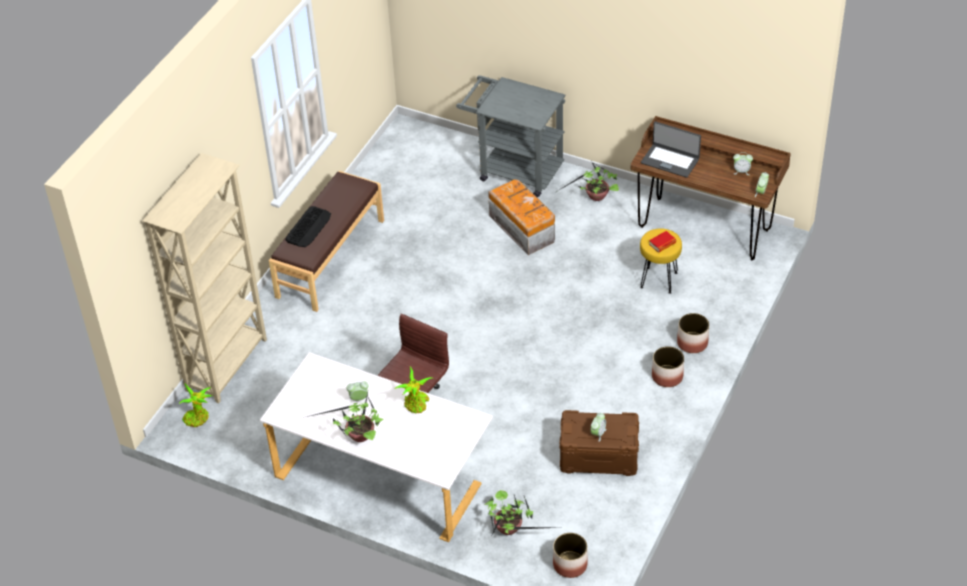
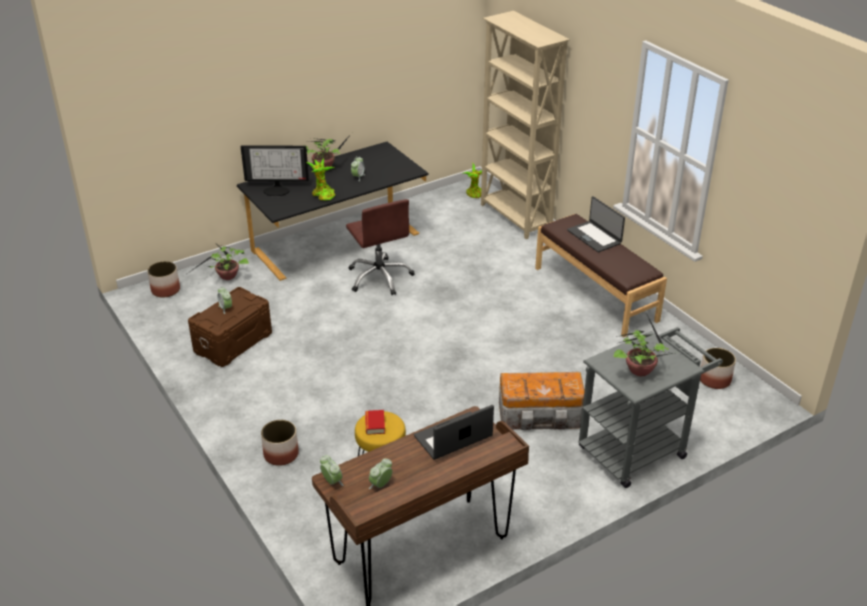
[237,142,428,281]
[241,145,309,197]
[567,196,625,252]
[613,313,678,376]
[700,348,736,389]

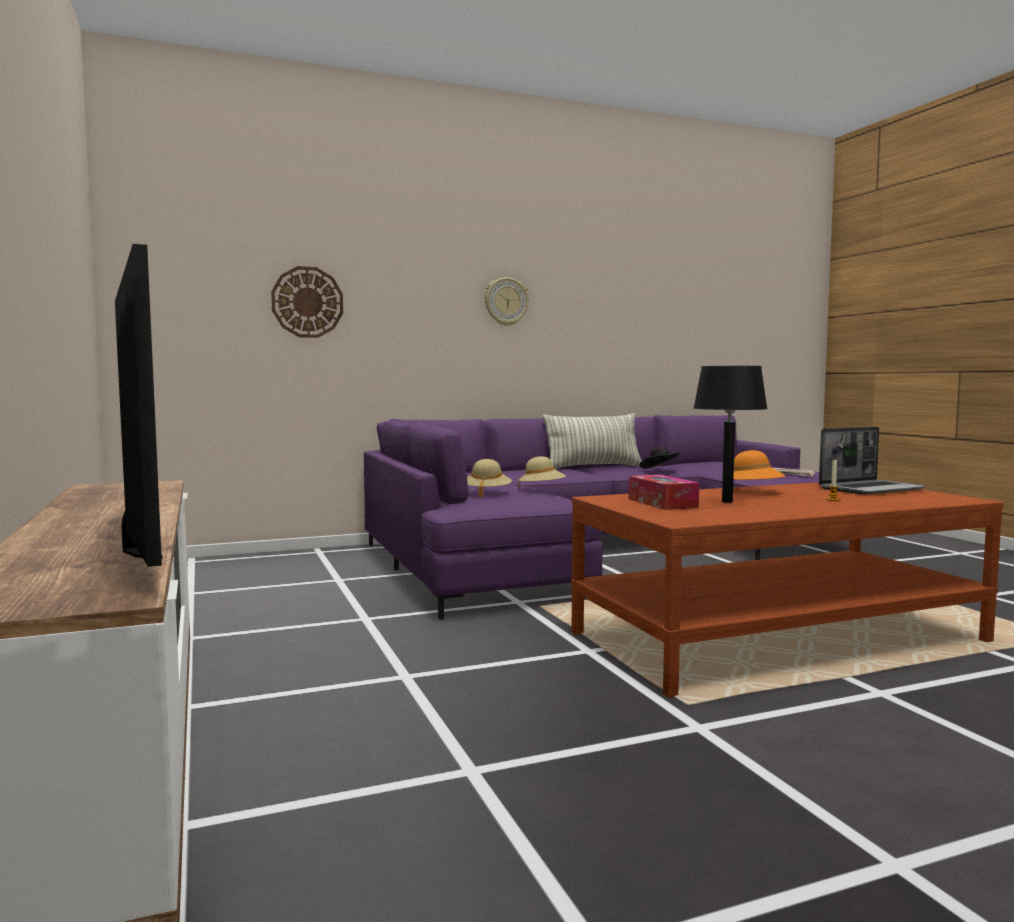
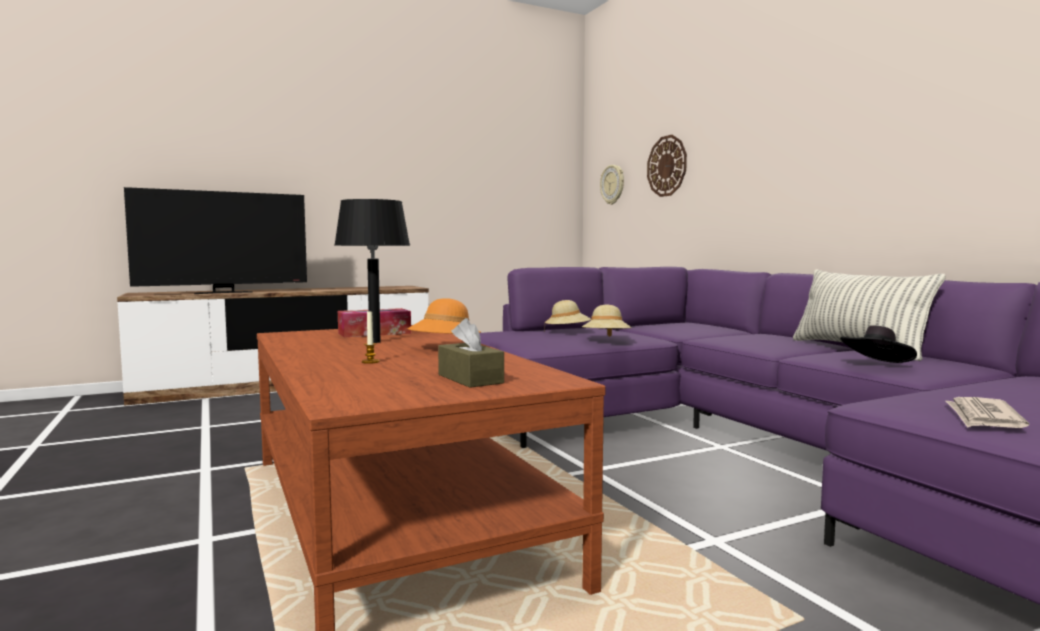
[438,318,504,388]
[600,165,624,205]

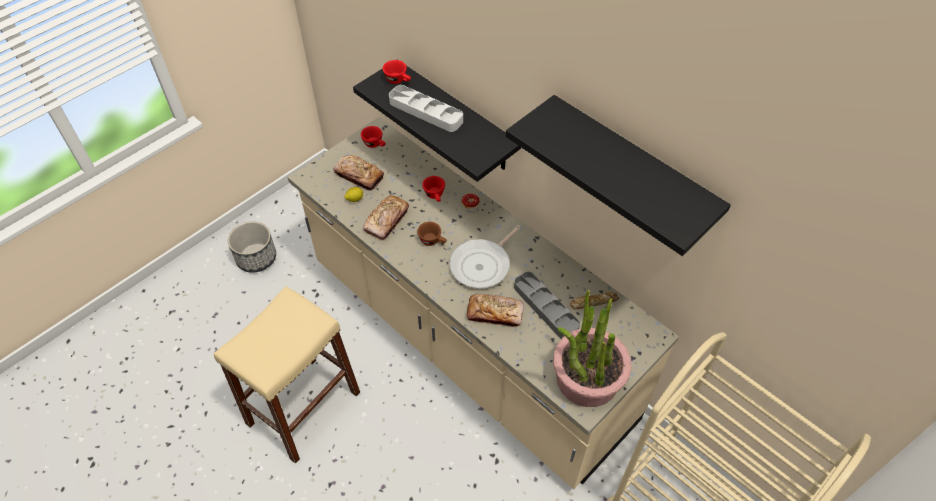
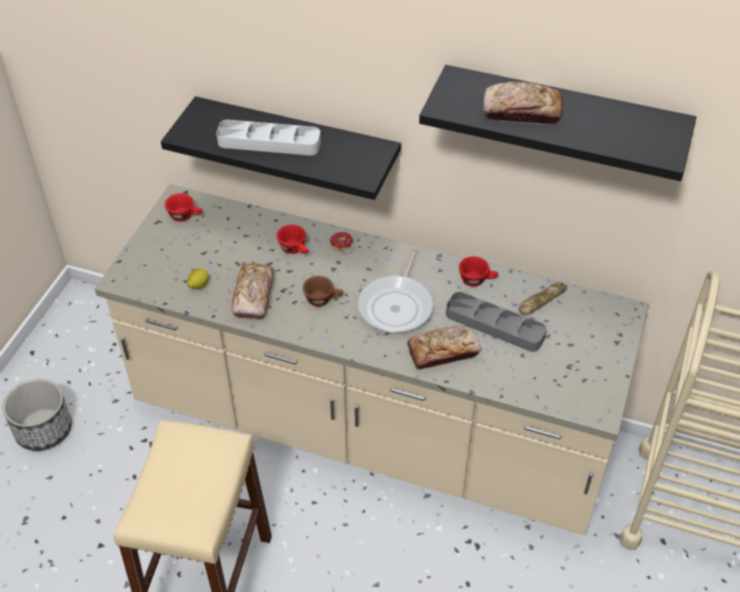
[459,256,498,287]
[483,82,563,125]
[553,290,632,407] (first image)

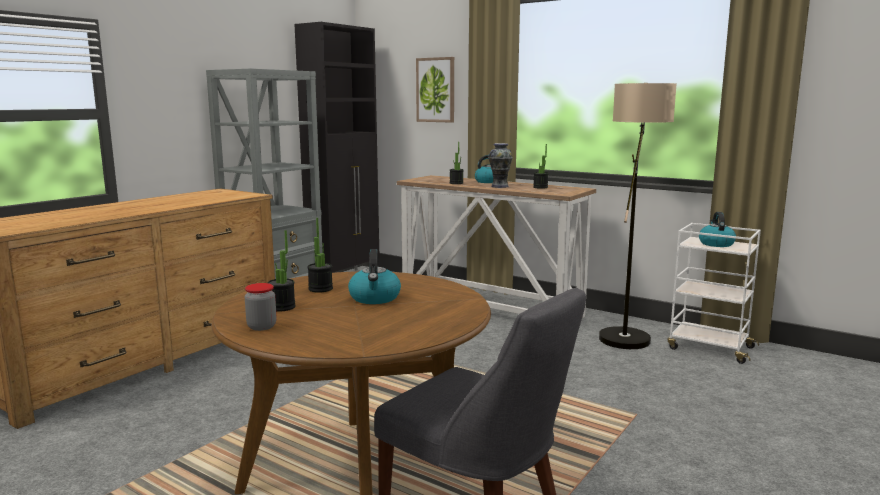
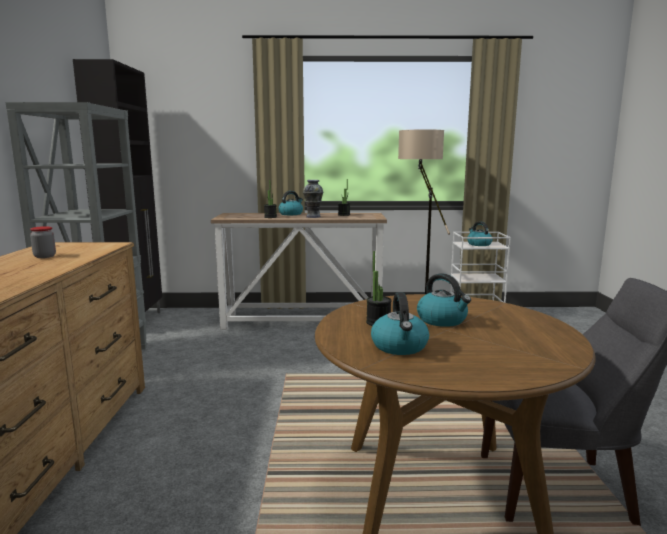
[30,226,56,258]
[371,293,429,355]
[416,57,454,123] (first image)

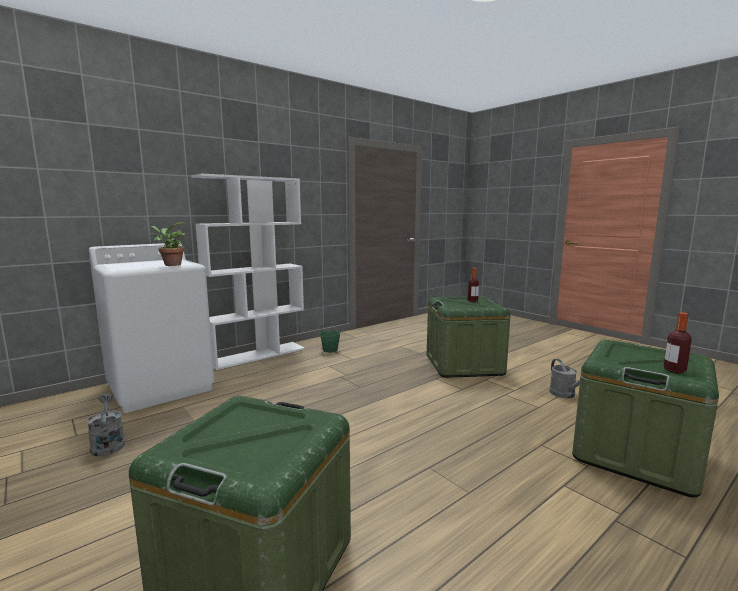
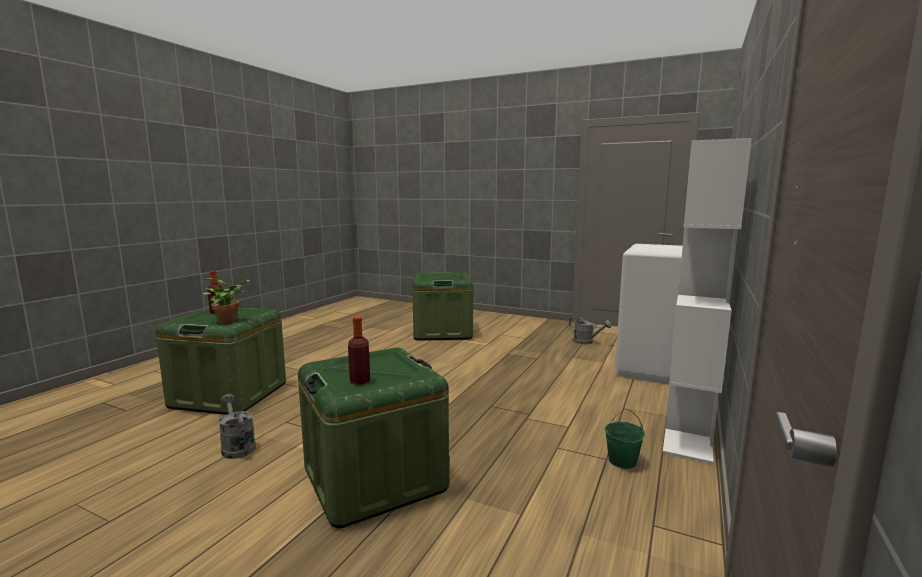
[203,278,250,324]

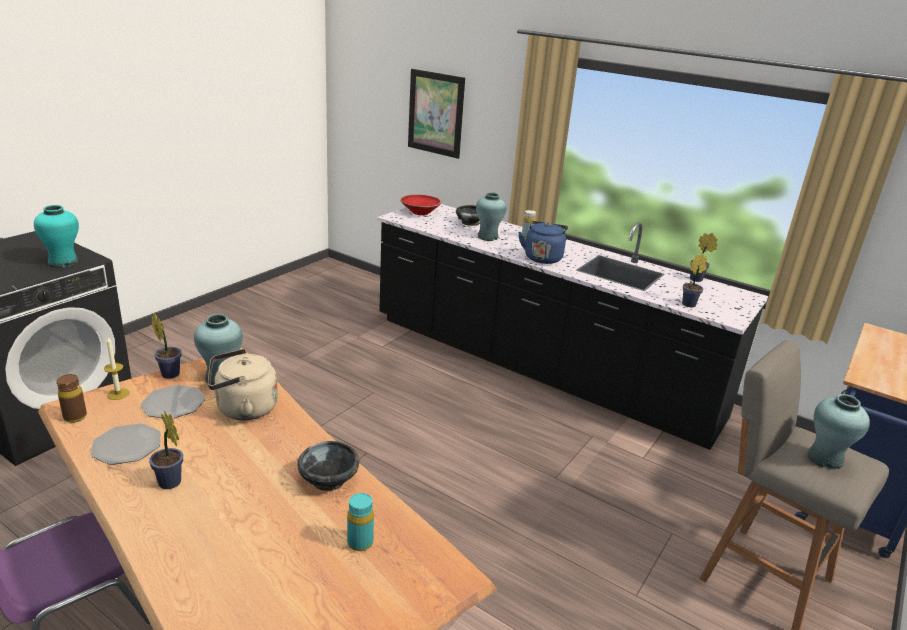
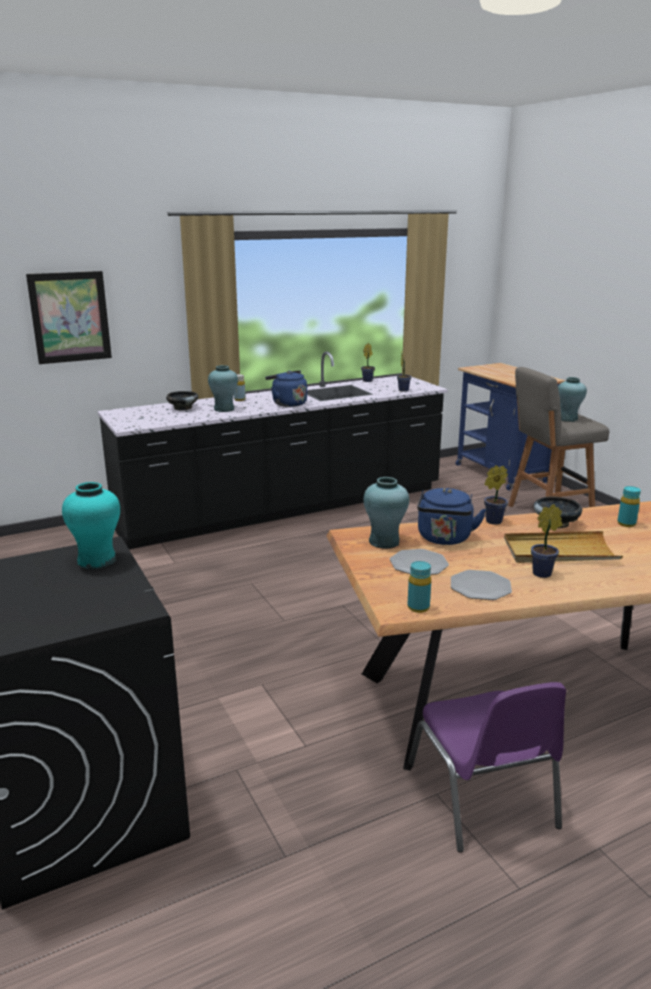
[408,561,431,613]
[417,488,486,545]
[484,465,508,525]
[504,531,623,563]
[104,337,130,400] (first image)
[400,195,442,215] (first image)

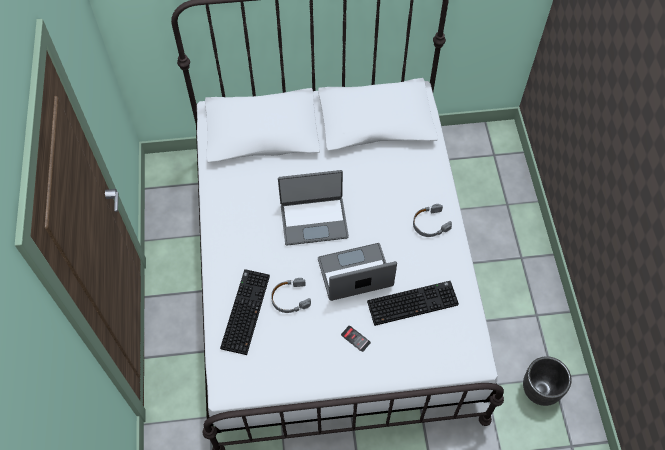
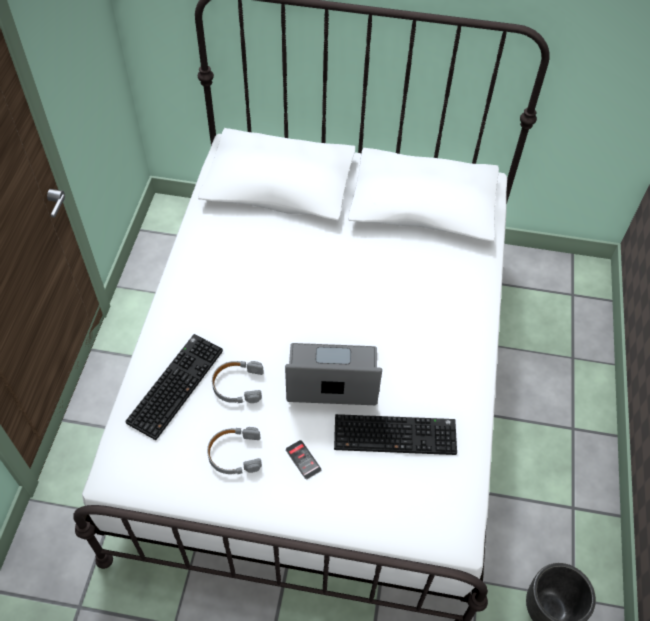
[207,427,262,474]
[278,170,349,246] (first image)

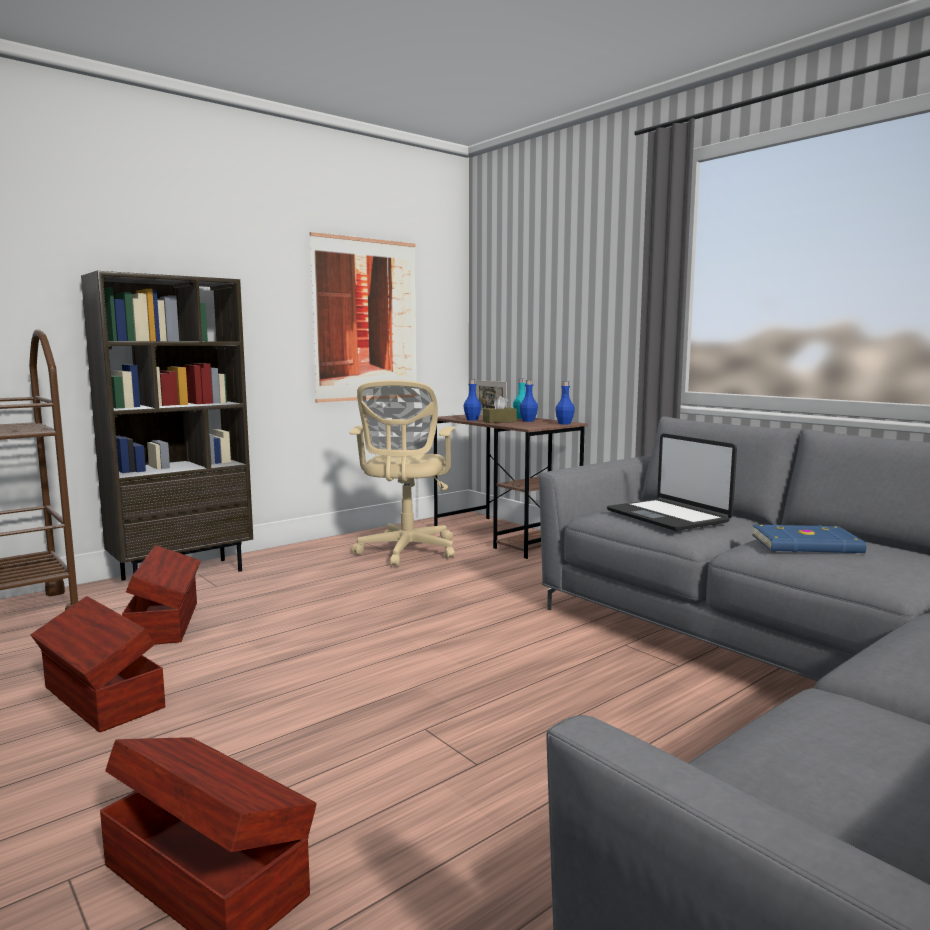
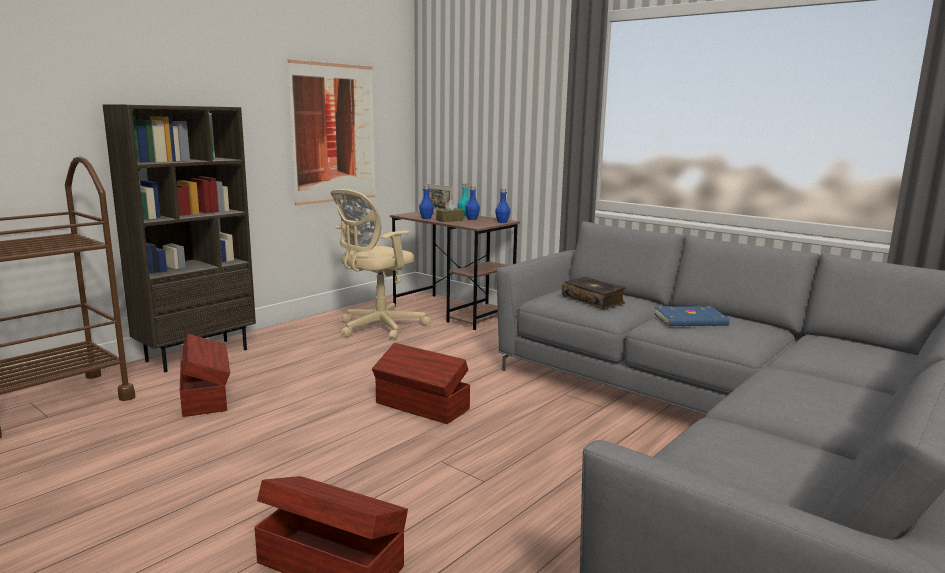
[331,189,431,340]
[372,343,470,424]
[562,277,626,309]

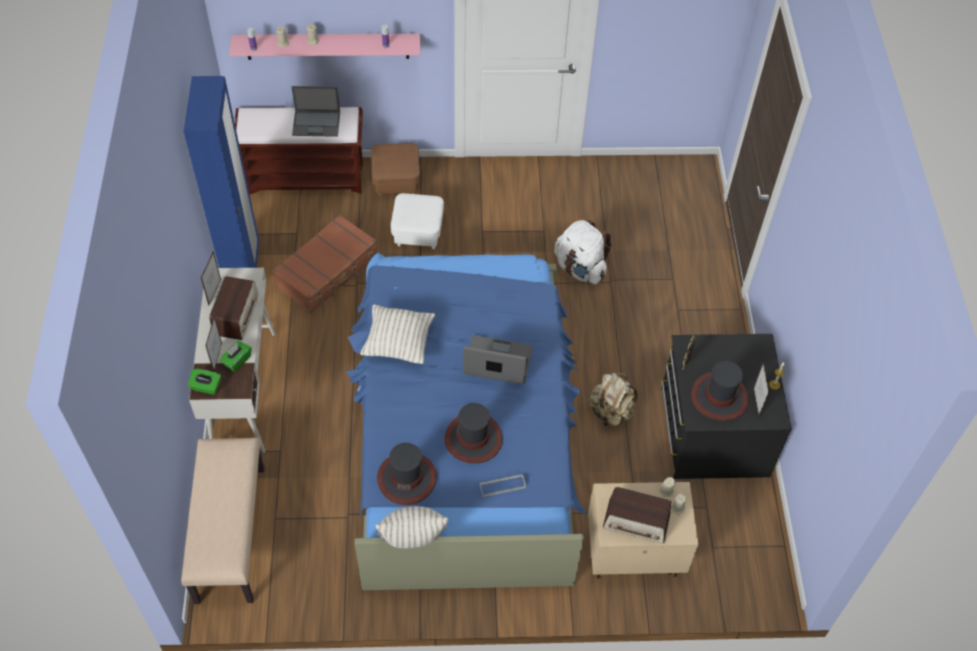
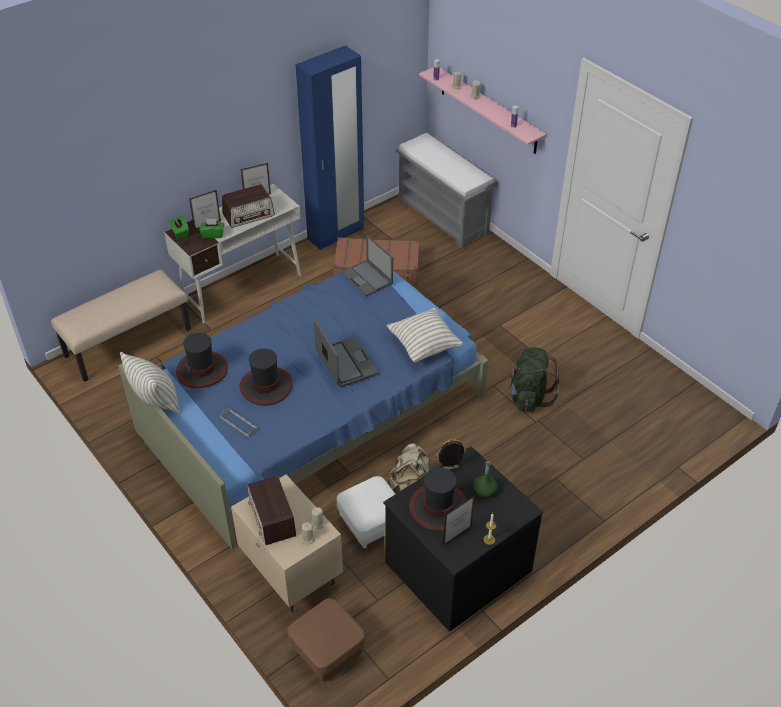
[287,598,365,682]
[337,476,395,548]
[341,235,393,296]
[387,308,463,362]
[396,133,497,249]
[473,461,498,498]
[506,347,559,412]

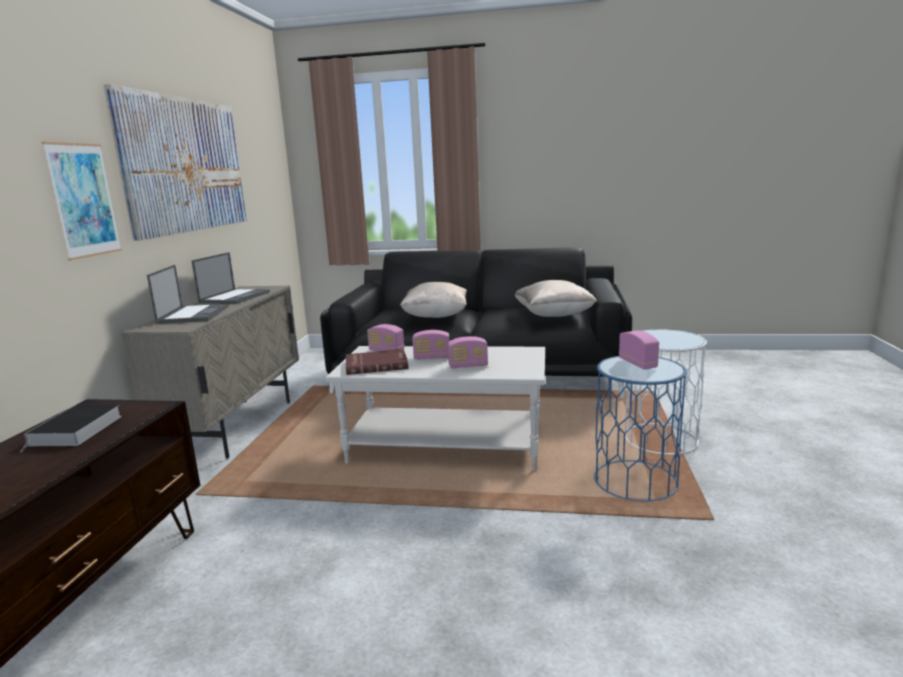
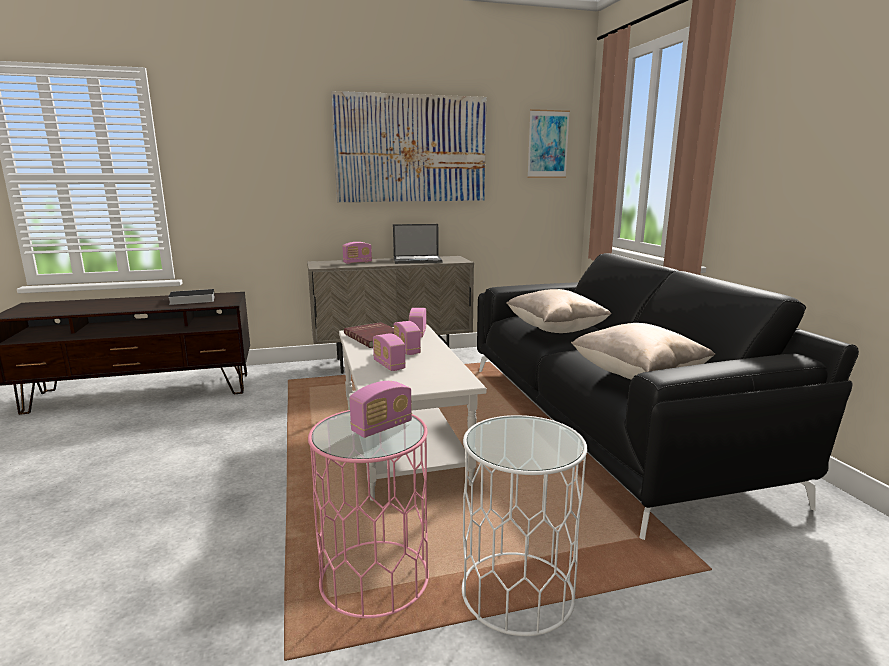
[308,410,429,618]
[342,242,372,264]
[527,109,570,178]

